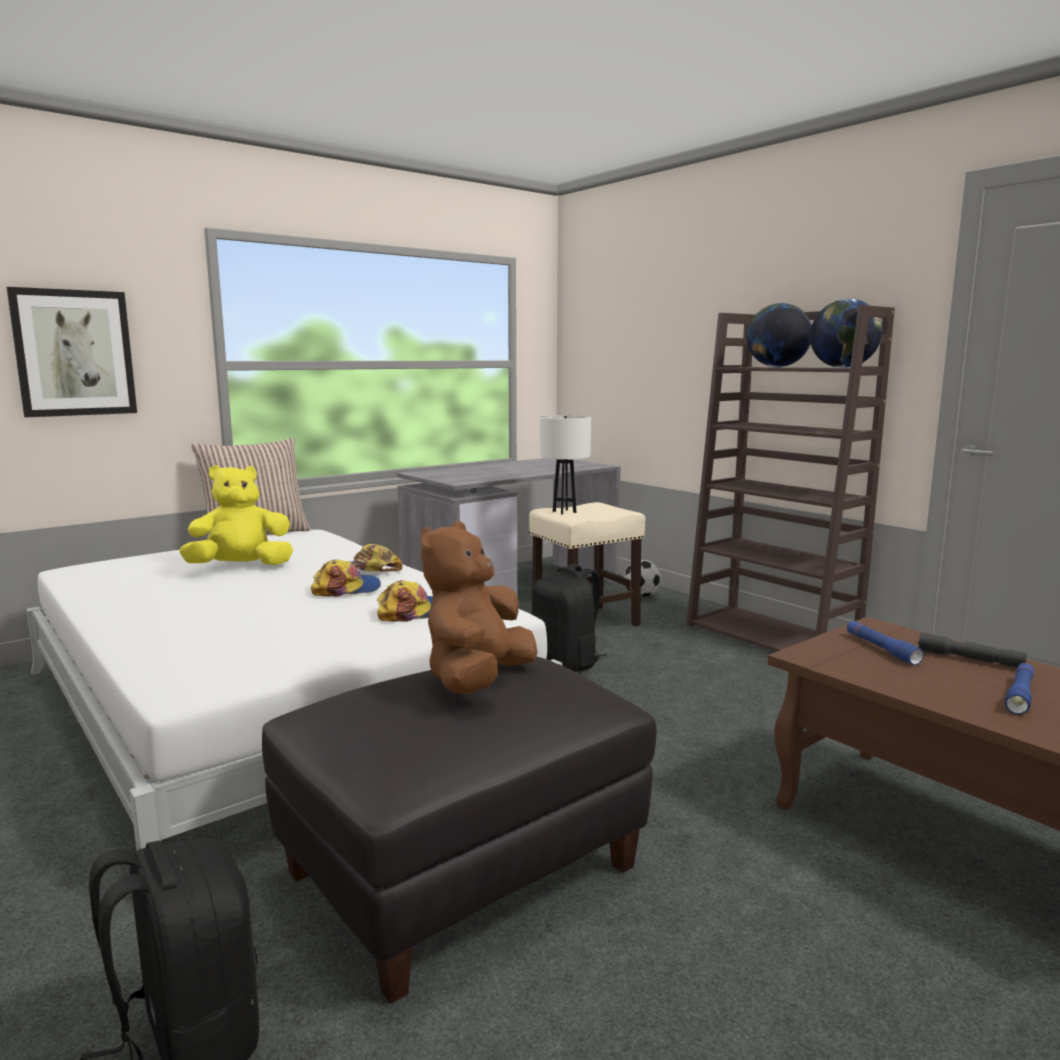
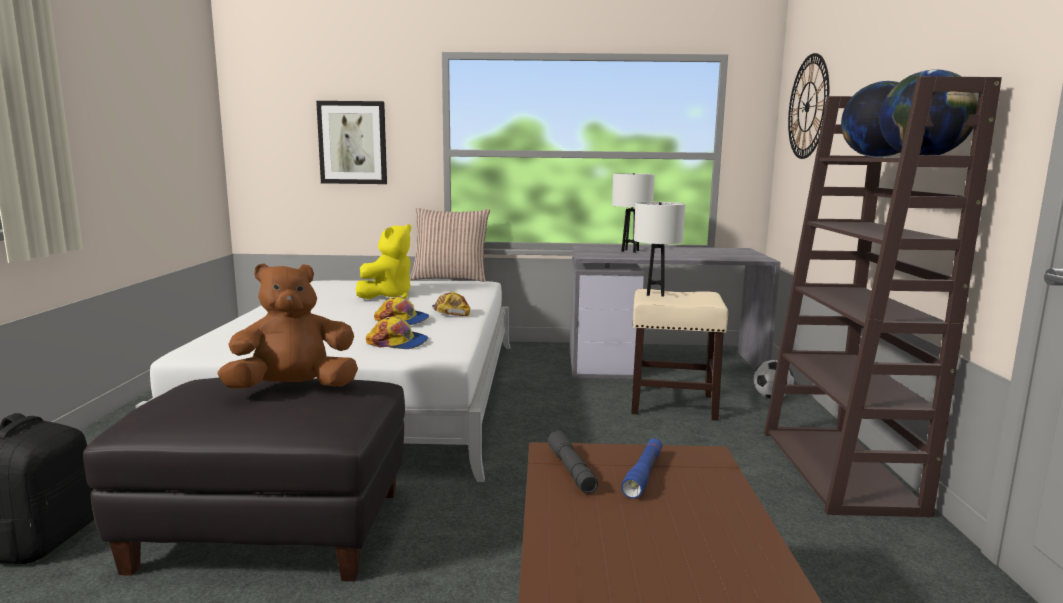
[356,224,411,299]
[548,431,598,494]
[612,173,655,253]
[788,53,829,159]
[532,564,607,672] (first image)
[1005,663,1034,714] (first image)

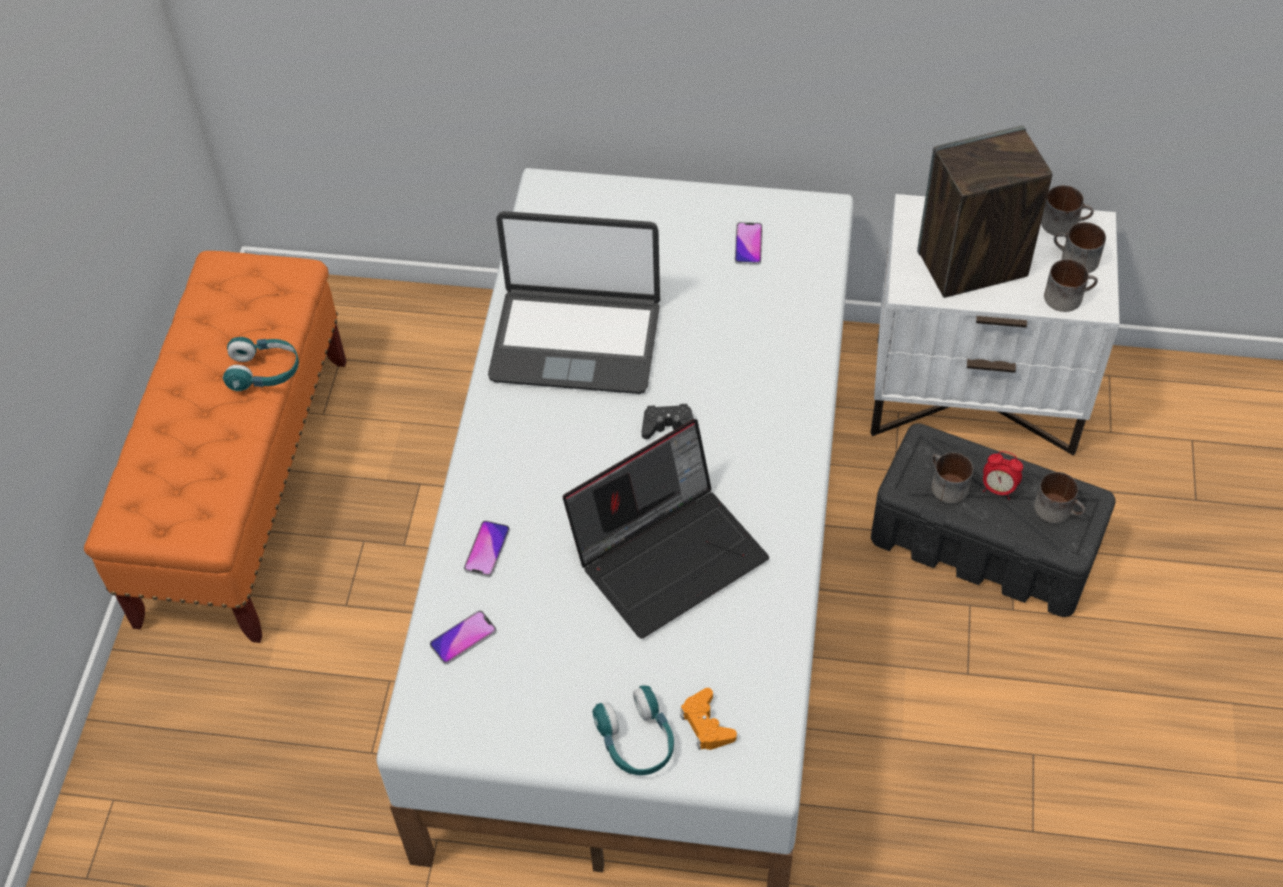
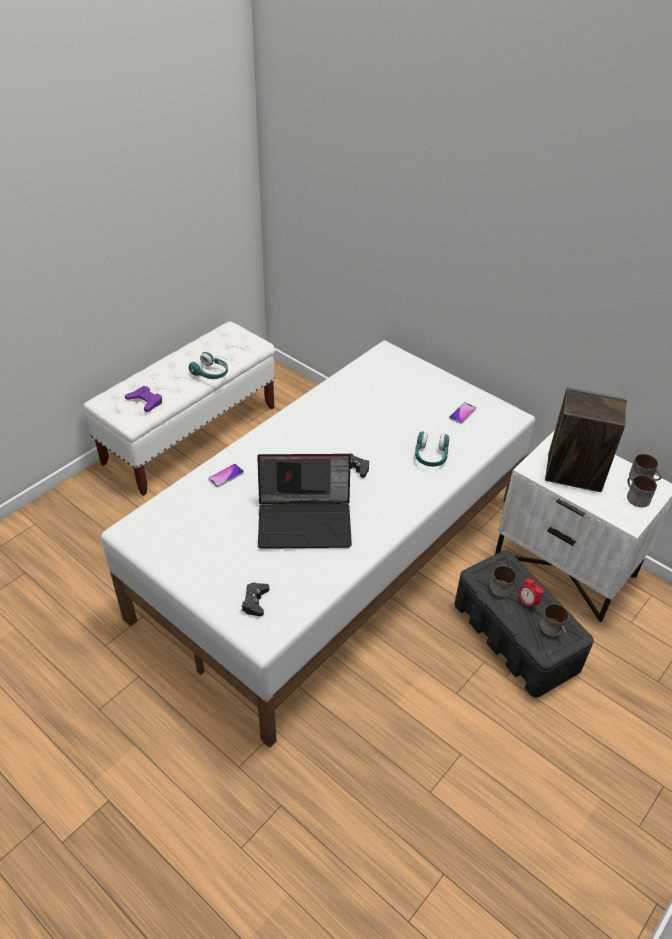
[83,321,275,496]
[125,386,162,412]
[242,583,269,616]
[415,432,450,467]
[430,610,497,664] (first image)
[488,211,660,394] (first image)
[1044,259,1098,312] (first image)

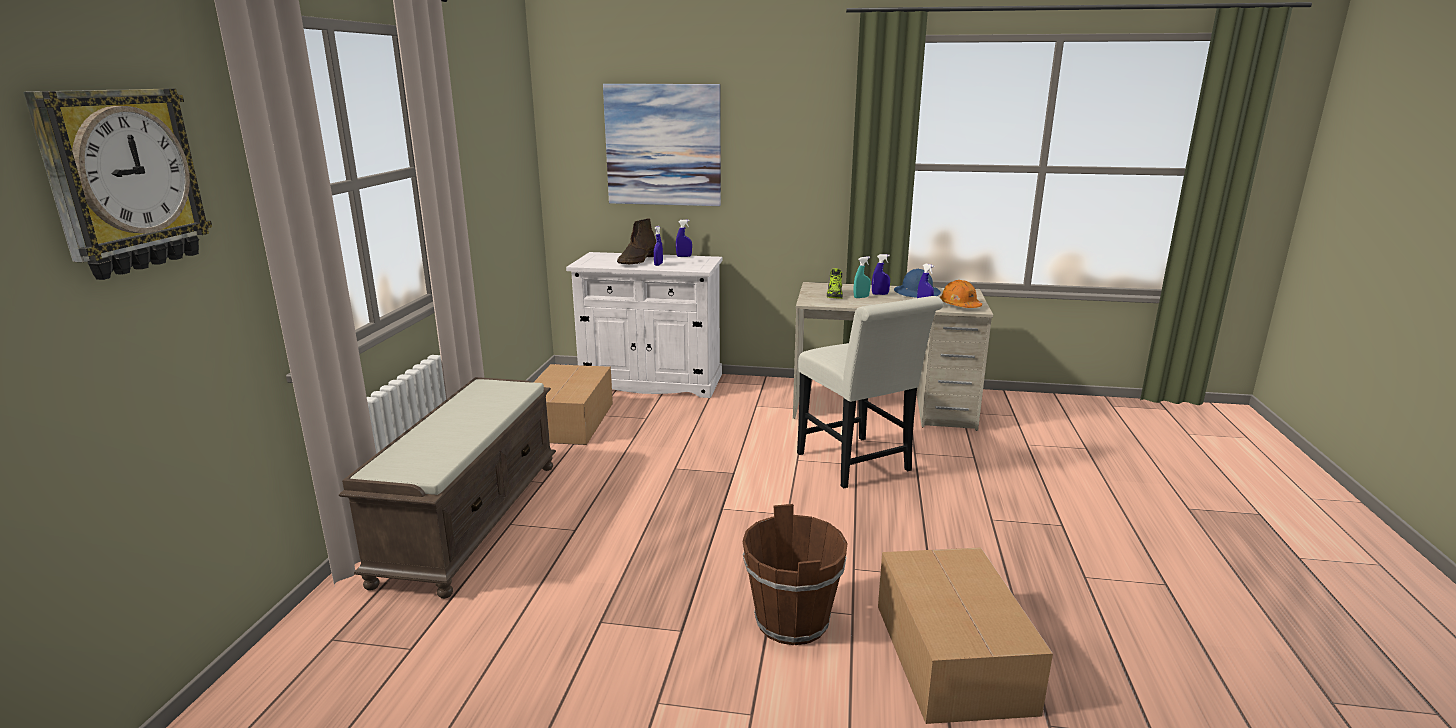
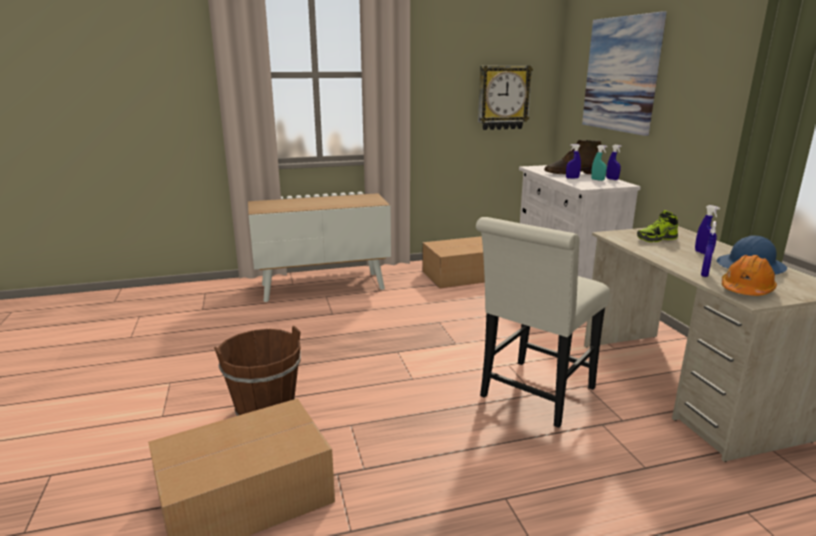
[248,193,391,302]
[478,66,533,130]
[591,145,608,181]

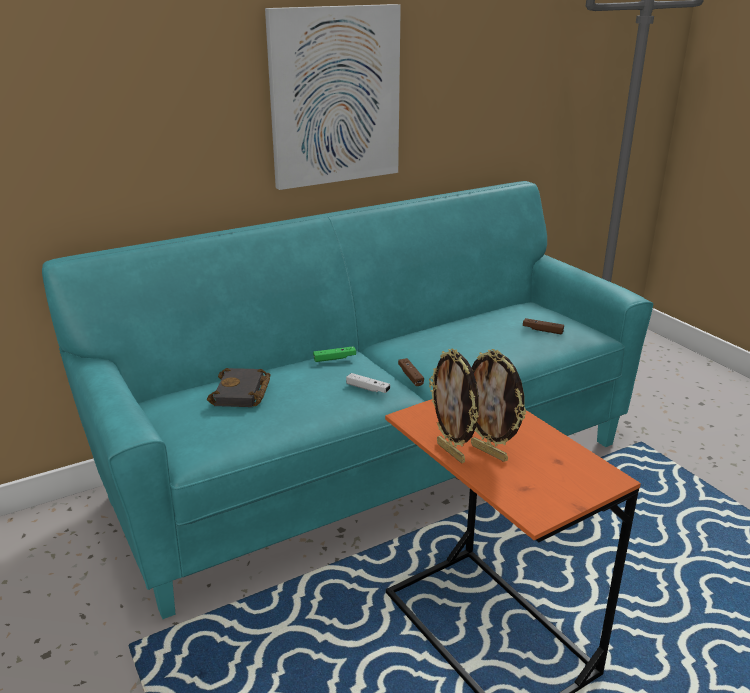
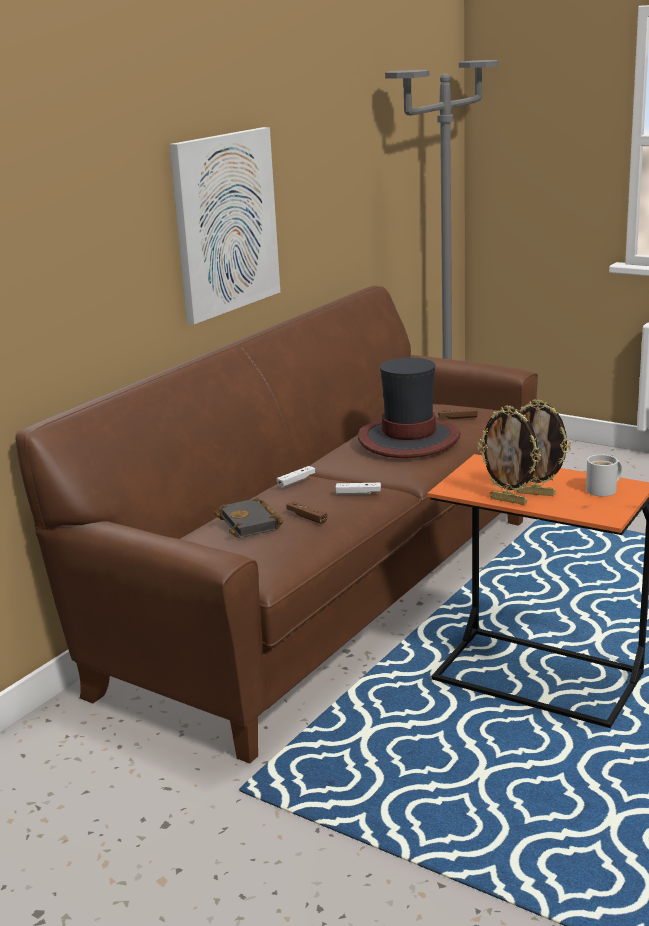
[15,286,538,764]
[277,466,316,488]
[286,501,327,524]
[358,358,461,458]
[586,454,622,496]

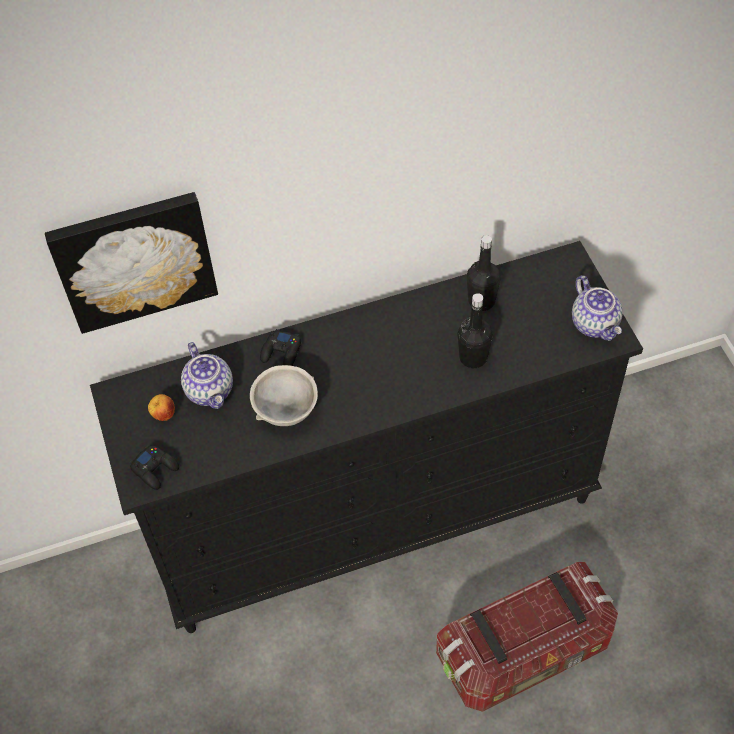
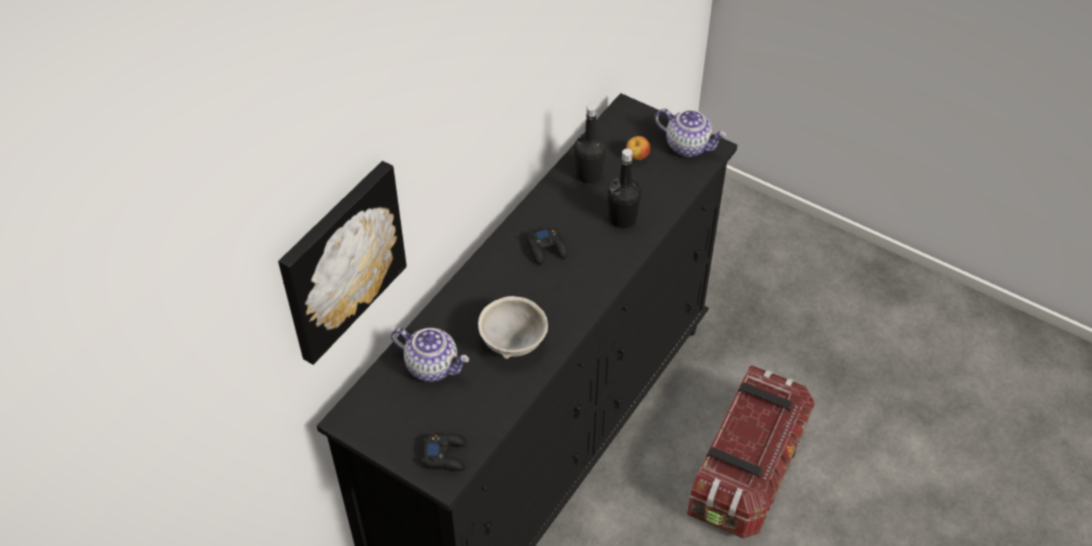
[527,227,568,265]
[626,136,650,160]

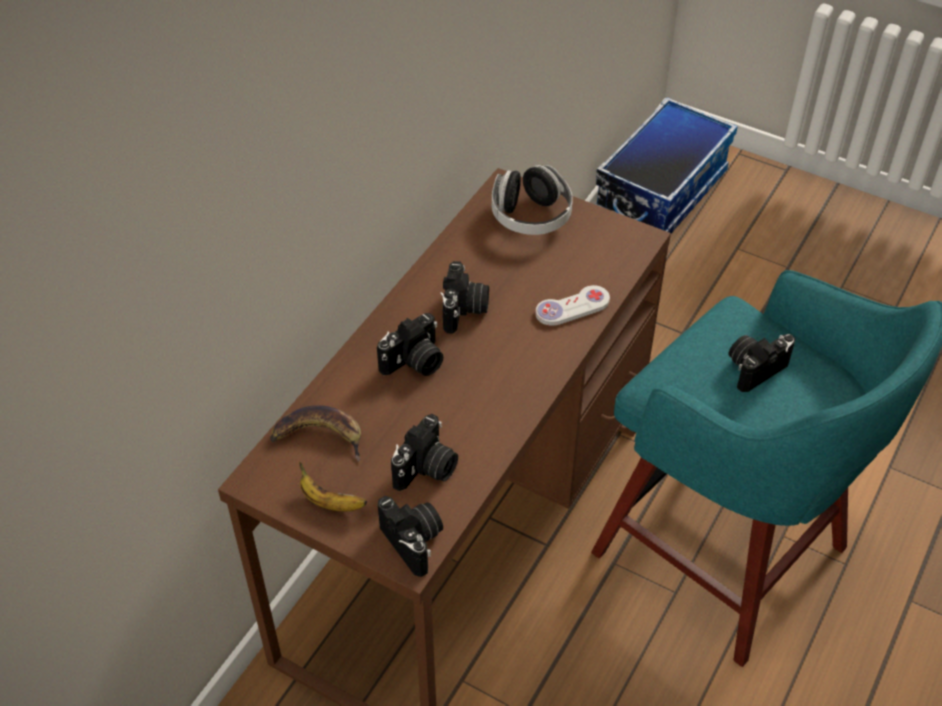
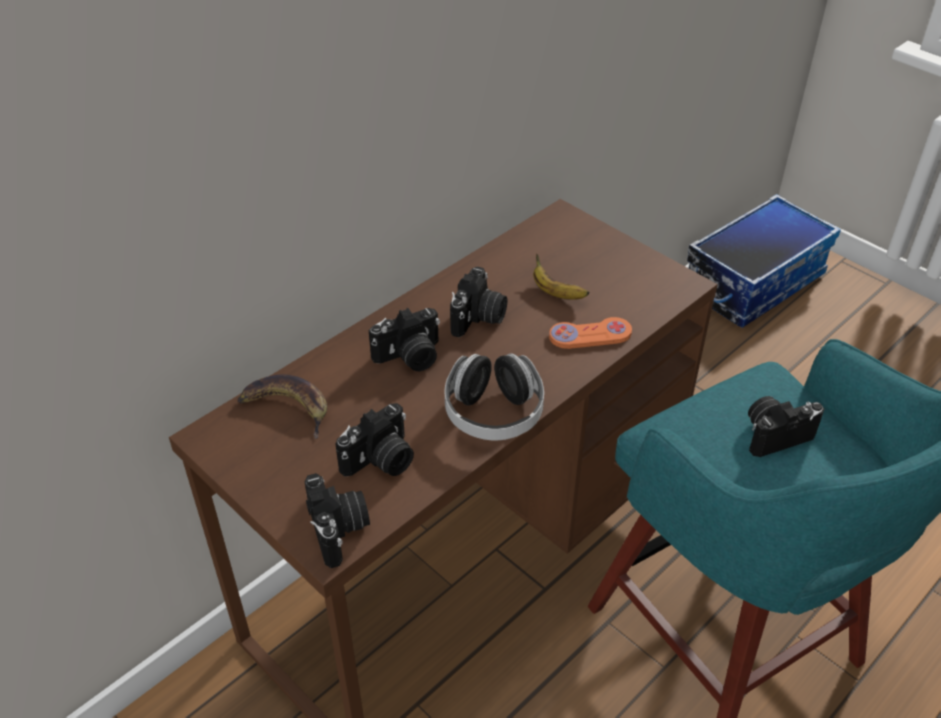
[445,353,544,441]
[533,254,590,300]
[549,317,632,349]

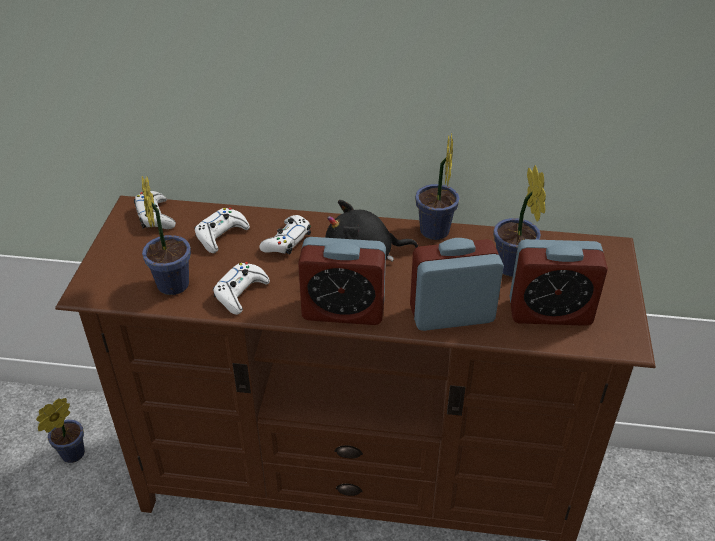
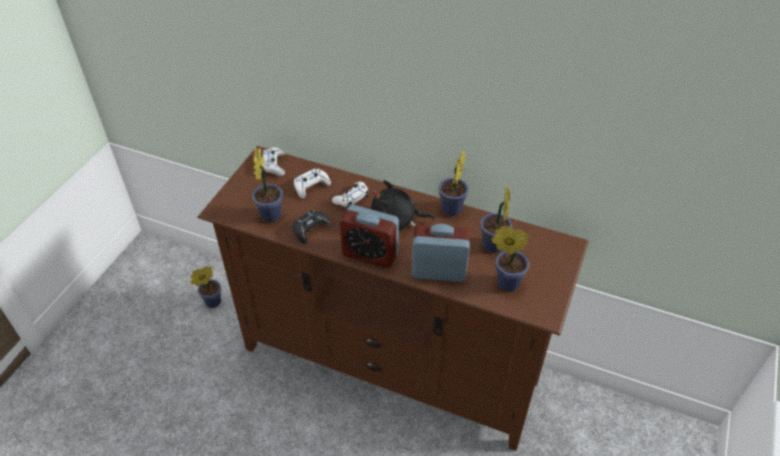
[292,210,331,244]
[491,226,529,292]

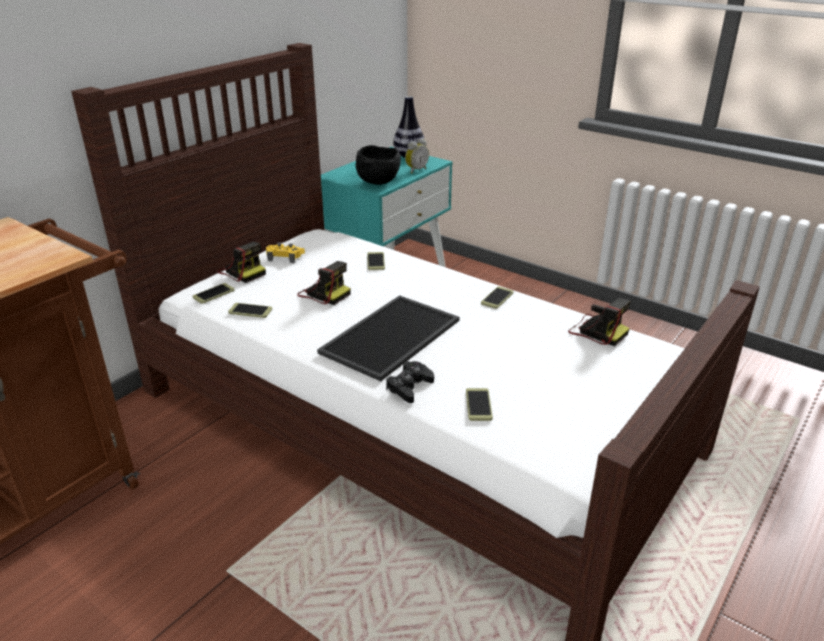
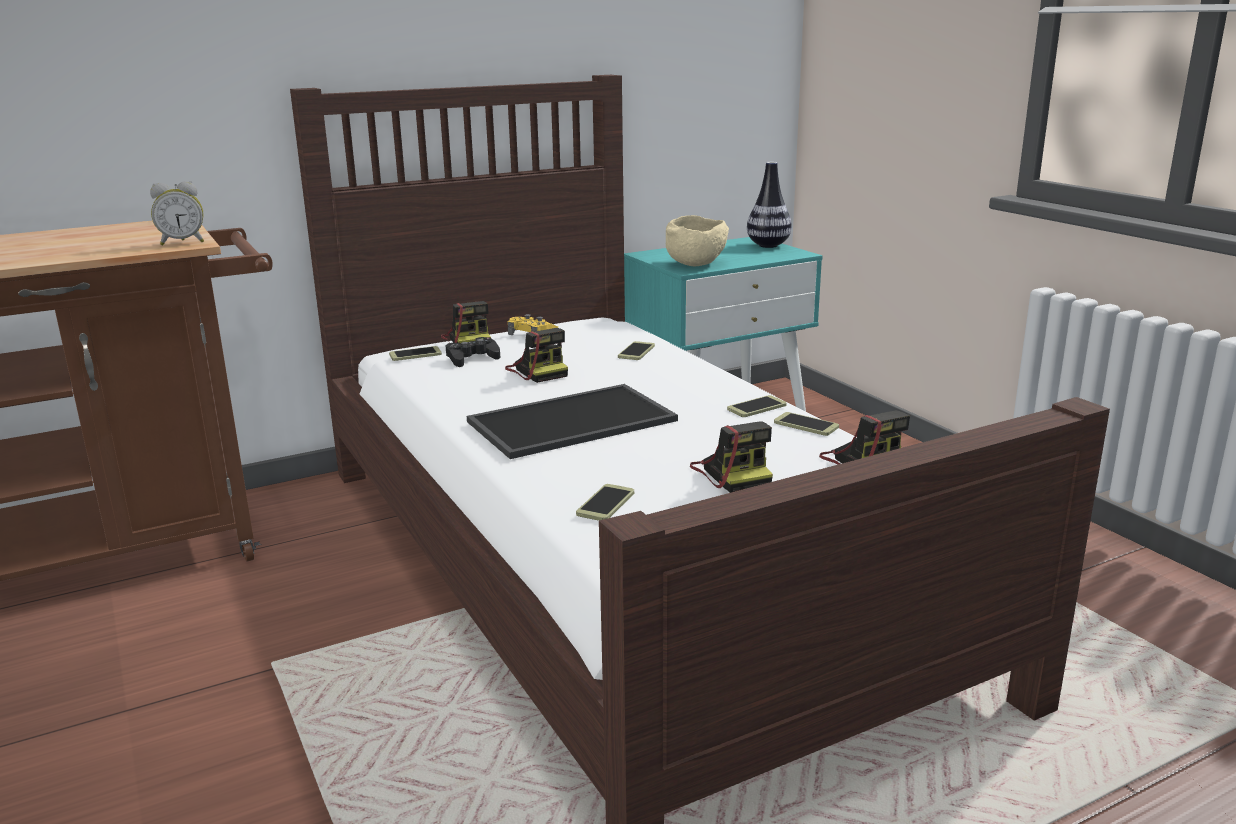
[150,181,204,246]
[446,337,500,367]
[666,215,729,266]
[690,421,773,493]
[774,412,839,436]

